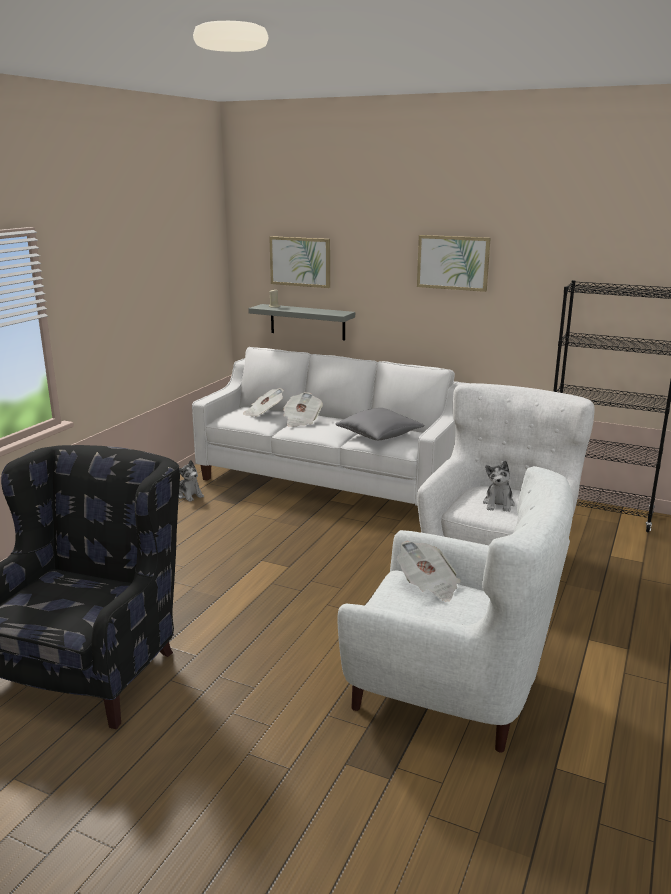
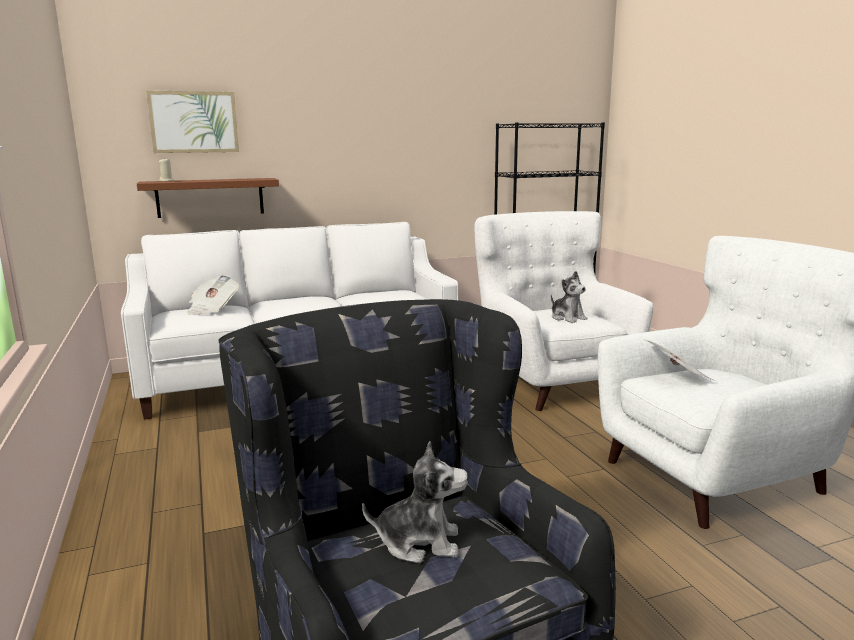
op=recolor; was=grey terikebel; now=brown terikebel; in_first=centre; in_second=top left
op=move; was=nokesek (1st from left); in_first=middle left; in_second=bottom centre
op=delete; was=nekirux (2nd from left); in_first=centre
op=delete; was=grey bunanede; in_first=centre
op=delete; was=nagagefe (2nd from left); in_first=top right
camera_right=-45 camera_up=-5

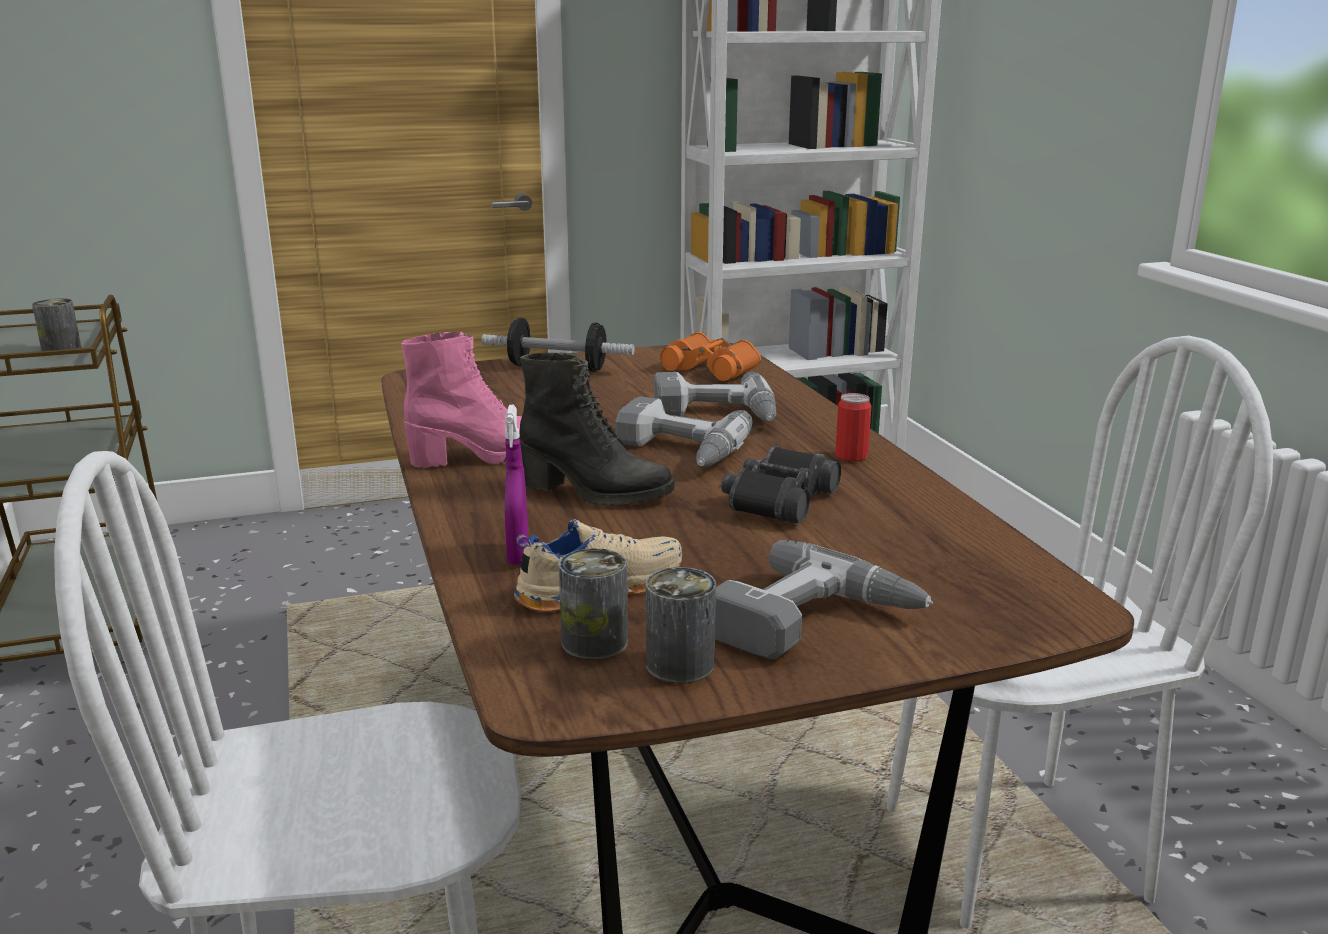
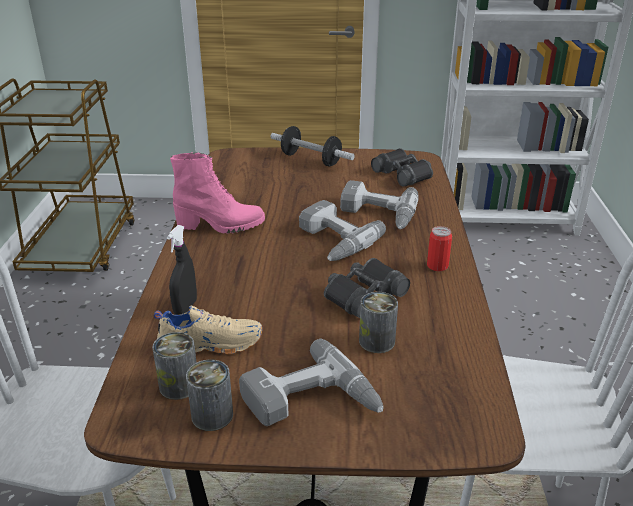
op=recolor; was=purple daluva; now=black daluva; in_first=centre; in_second=middle left
op=move; was=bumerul (1st from left in the first image); now=bumerul (3rd from left); in_first=middle left; in_second=centre
op=recolor; was=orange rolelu; now=black rolelu (2nd from left); in_first=centre; in_second=top centre
op=delete; was=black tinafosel; in_first=centre
camera_right=20 camera_up=10

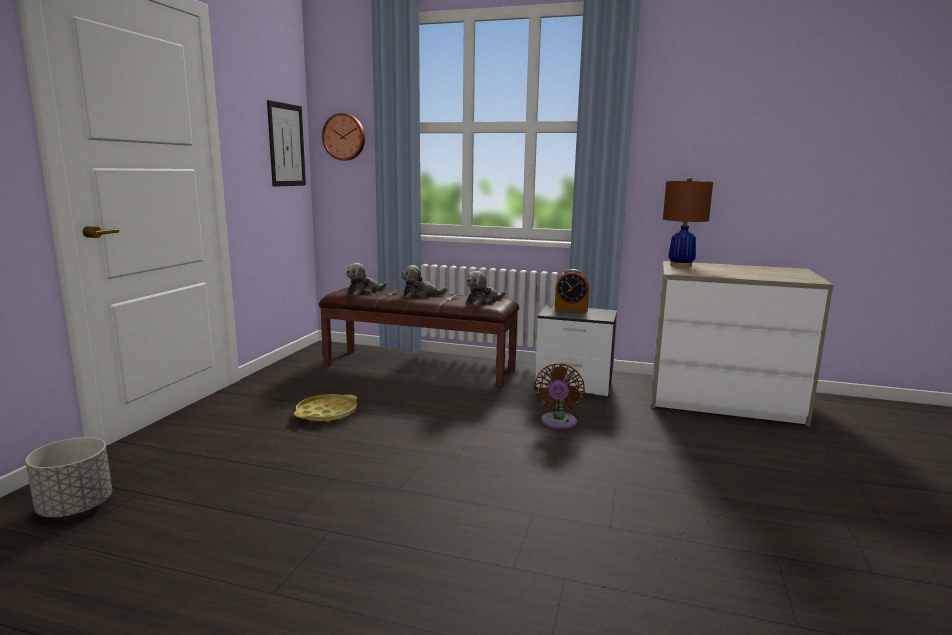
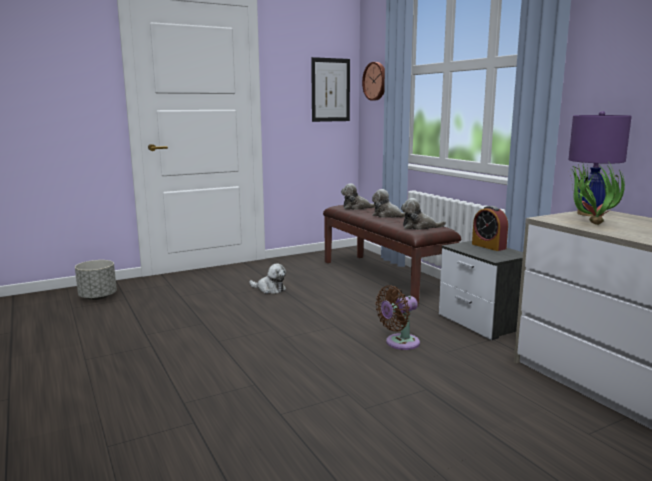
op=replace; was=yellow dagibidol; now=nokesek (1st from left); in_first=centre; in_second=centre
op=recolor; was=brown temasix; now=purple temasix; in_first=middle right; in_second=middle right
op=insert; now=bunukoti; in_second=middle right
camera_right=45 camera_up=0

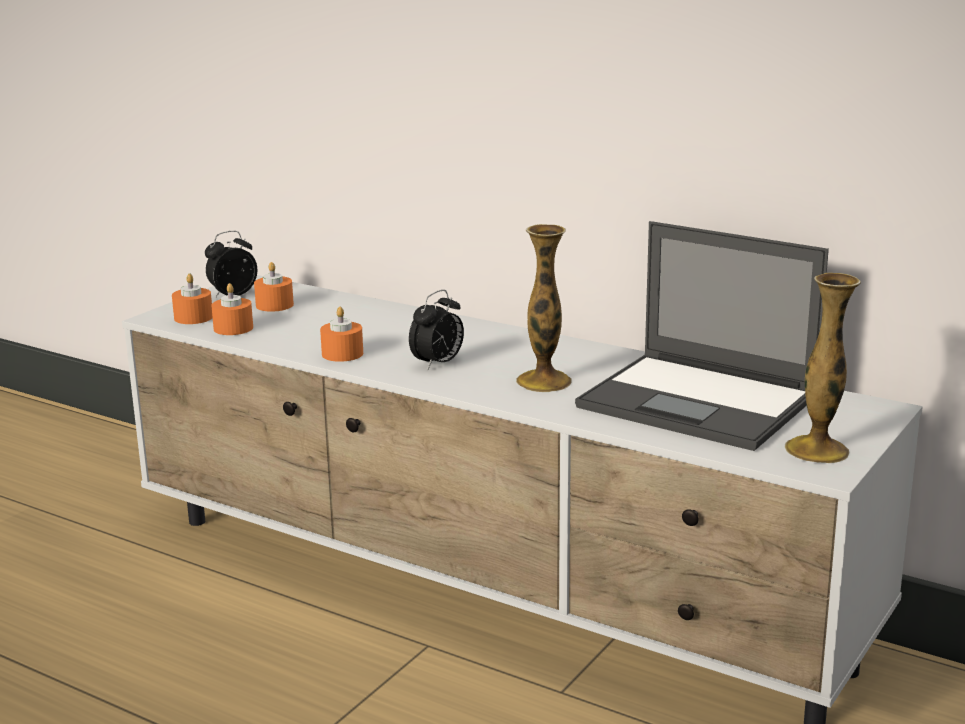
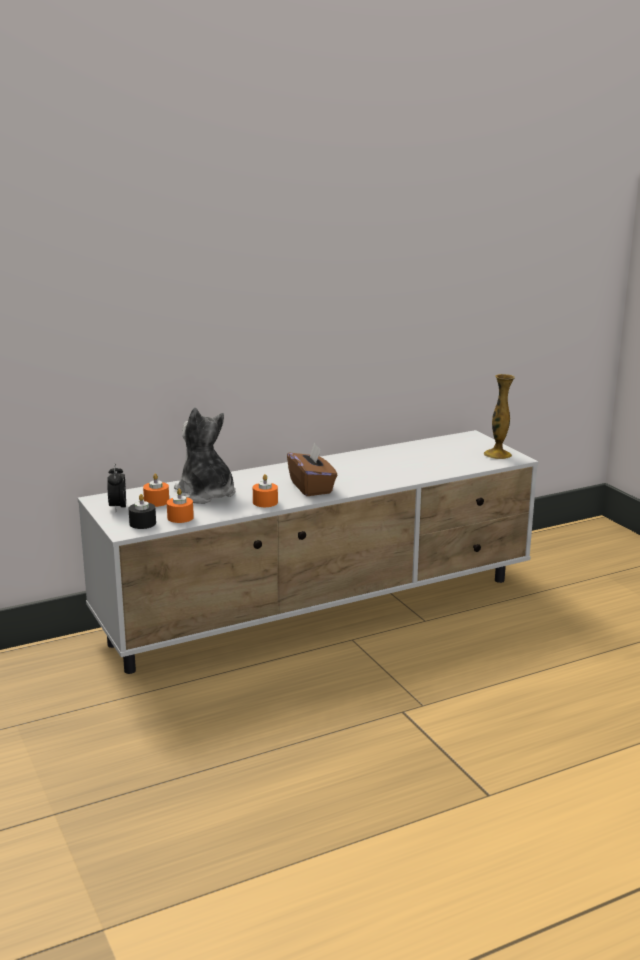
op=recolor; was=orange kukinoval (1st from left); now=black kukinoval; in_first=middle left; in_second=middle left
op=insert; now=nokesek; in_second=middle left
op=replace; was=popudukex (2nd from left); now=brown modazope; in_first=centre; in_second=centre
op=delete; was=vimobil (1st from left); in_first=centre
op=delete; was=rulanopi; in_first=middle right
camera_right=-60 camera_up=0

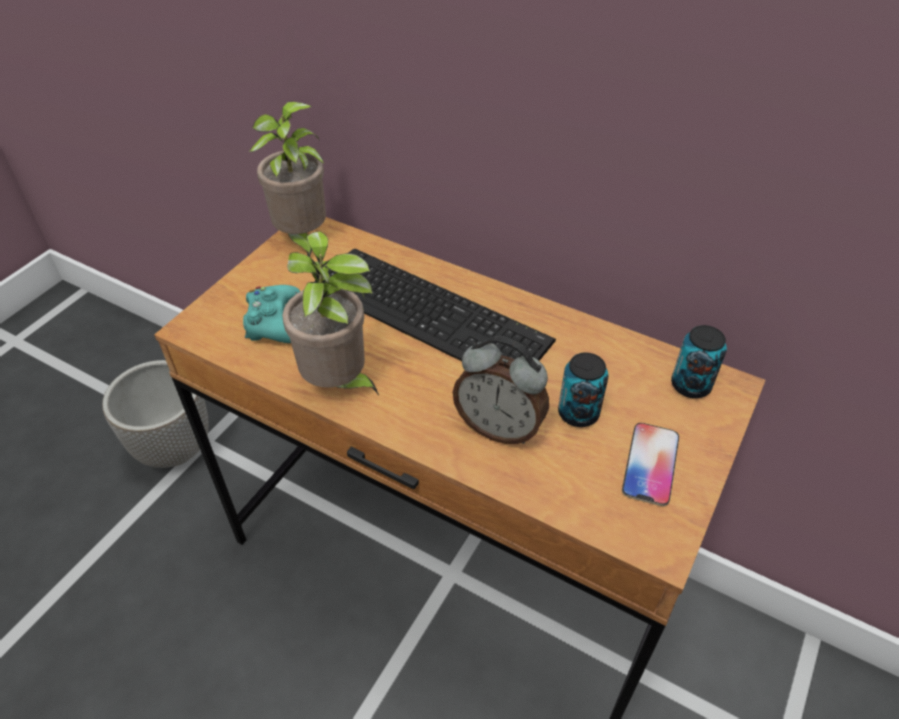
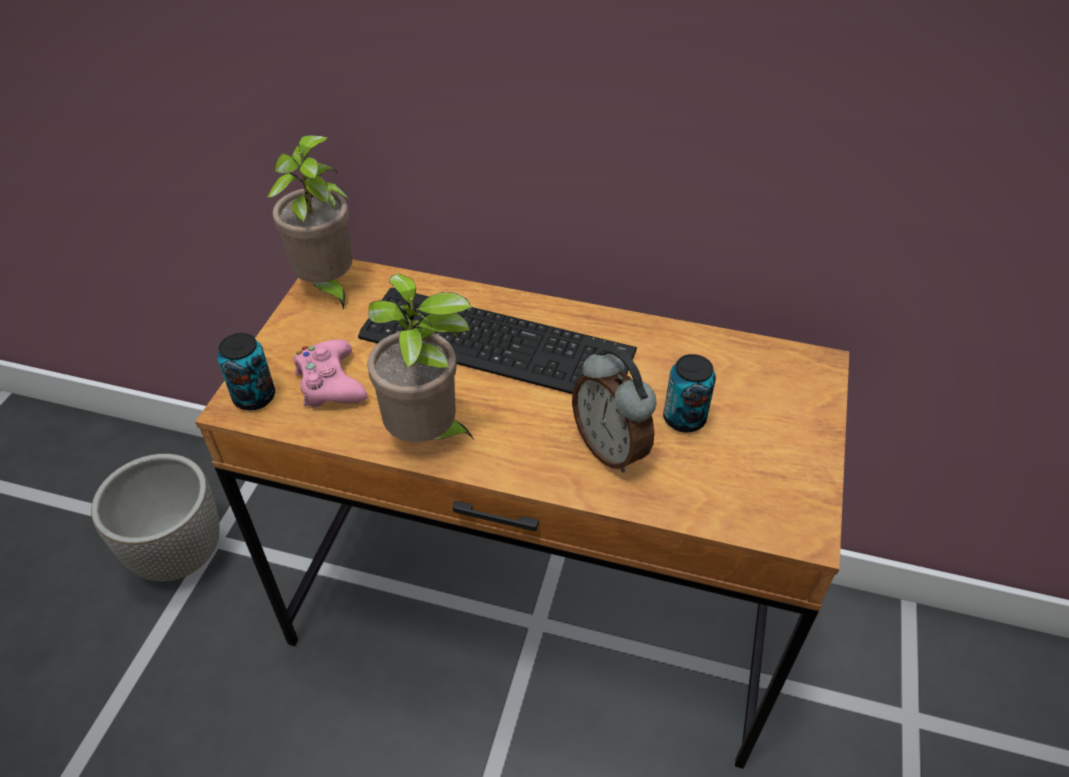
op=move; was=bumerul (2nd from left in the first image); now=bumerul (1st from left); in_first=middle right; in_second=middle left
op=recolor; was=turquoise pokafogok; now=pink pokafogok; in_first=middle left; in_second=middle left
op=rotate; was=popudukex; in_first=centre; in_second=centre; clockwise=45
op=delete; was=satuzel; in_first=middle right
camera_right=-15 camera_up=0

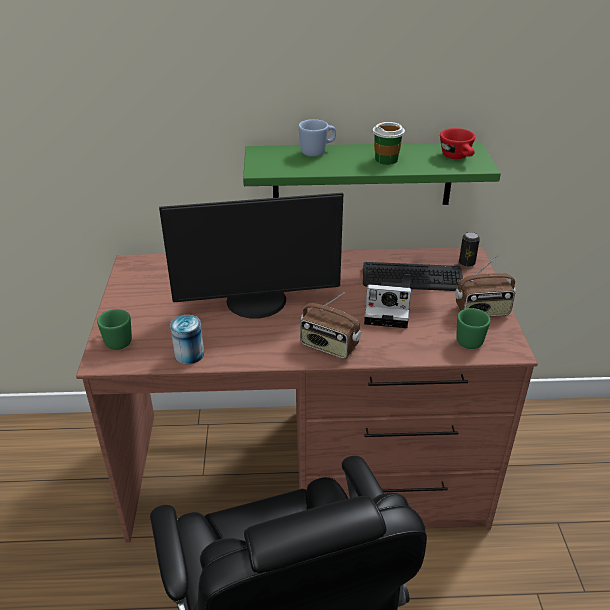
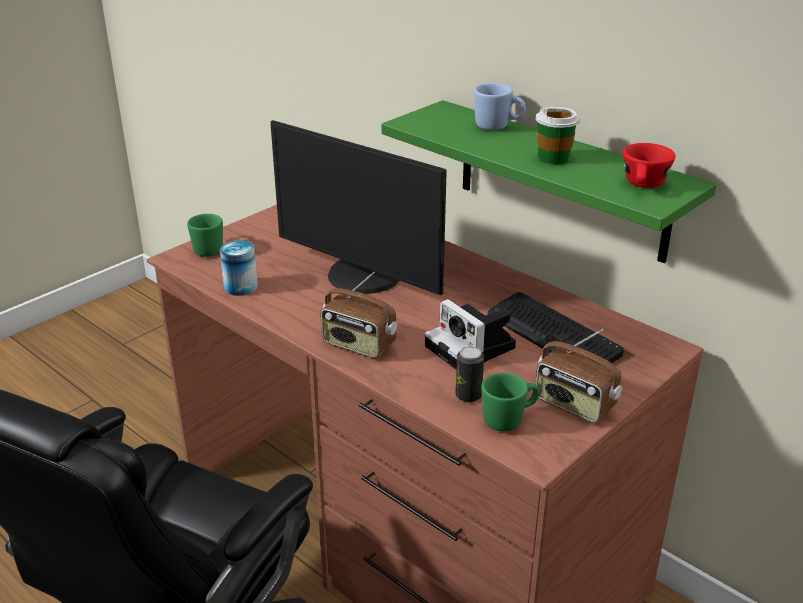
op=rotate; was=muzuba (1st from left); in_first=centre; in_second=centre; clockwise=-45
op=move; was=bumerul (2nd from left); in_first=middle right; in_second=centre
camera_right=45 camera_up=-5

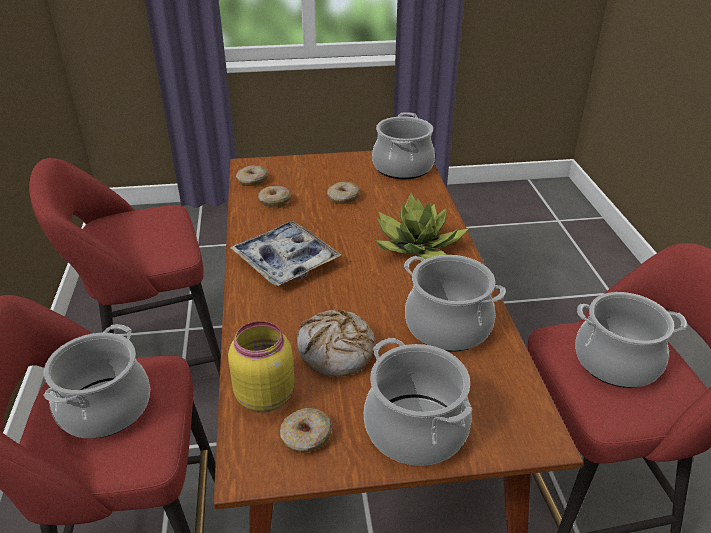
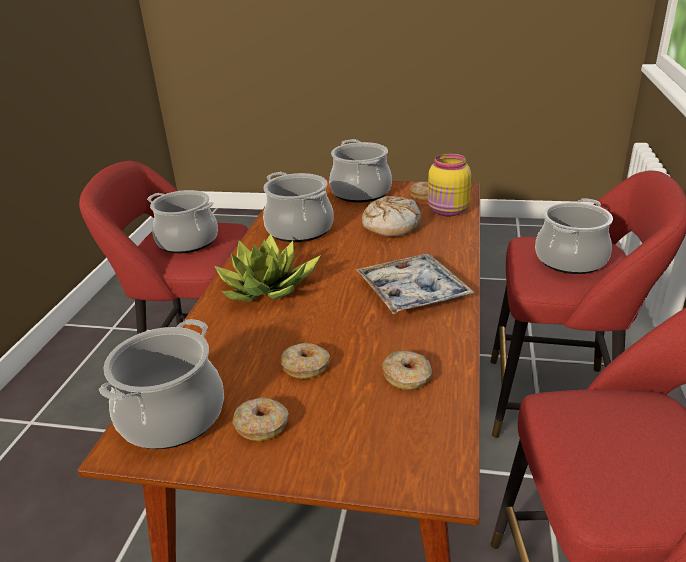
op=move; was=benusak (1st from left); in_first=top centre; in_second=bottom centre
camera_right=-160 camera_up=-5

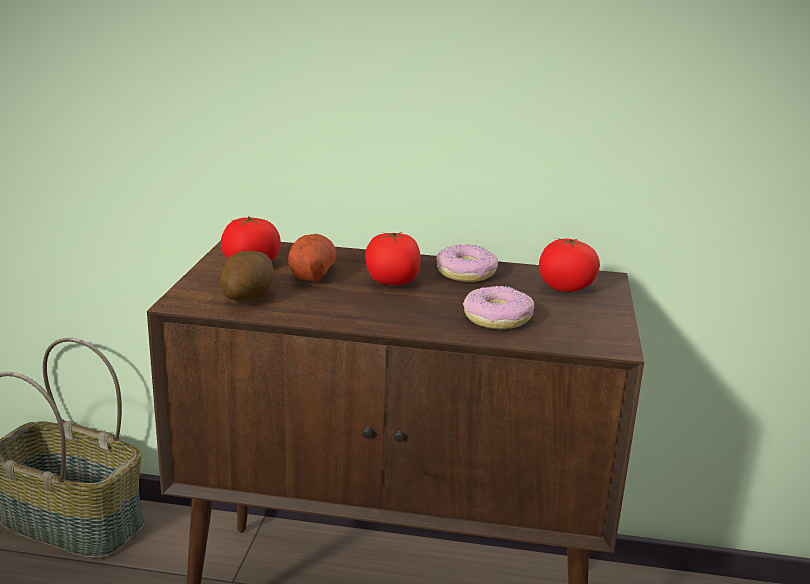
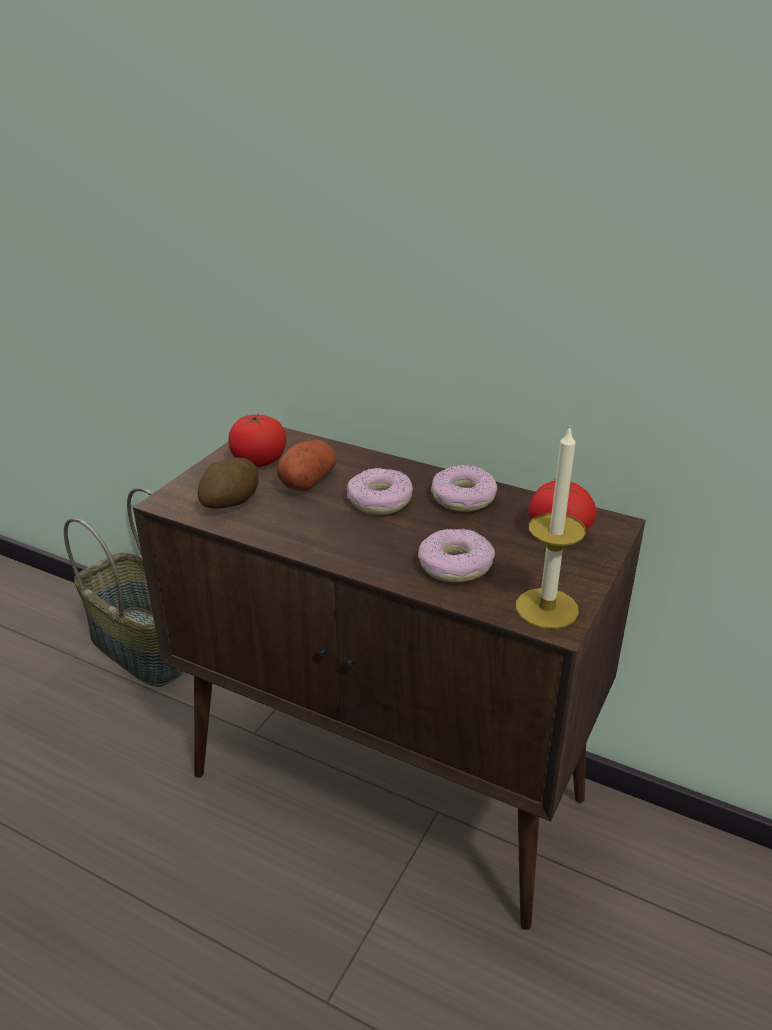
op=replace; was=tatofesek (2nd from left); now=benusak (1st from left); in_first=centre; in_second=centre
op=insert; now=kukinoval; in_second=middle right
camera_right=20 camera_up=10

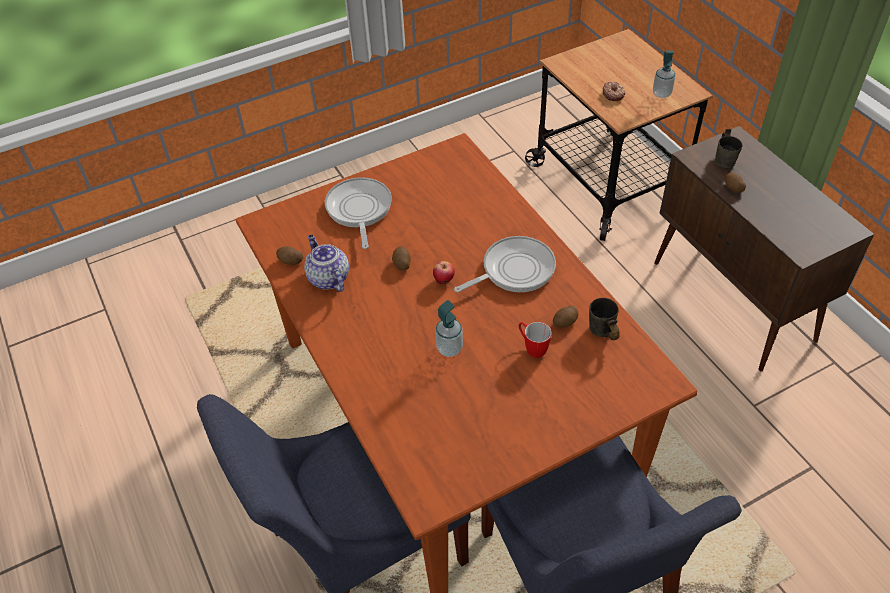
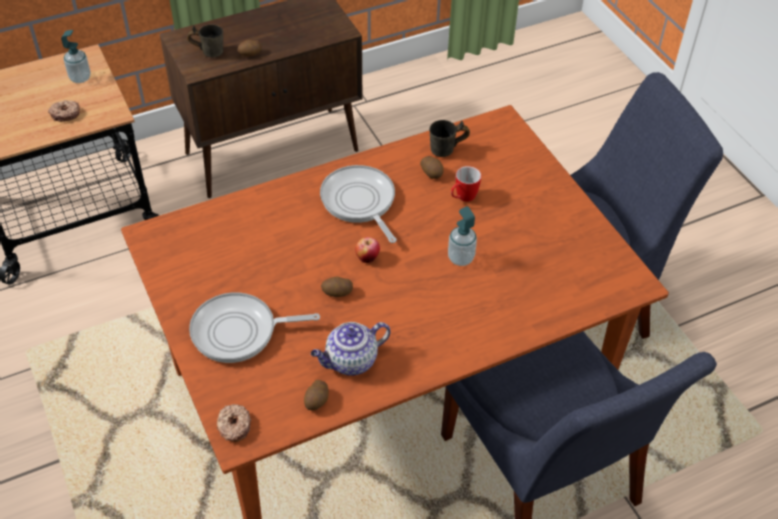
op=insert; now=benusak (2nd from left); in_second=bottom left
camera_right=-90 camera_up=0

